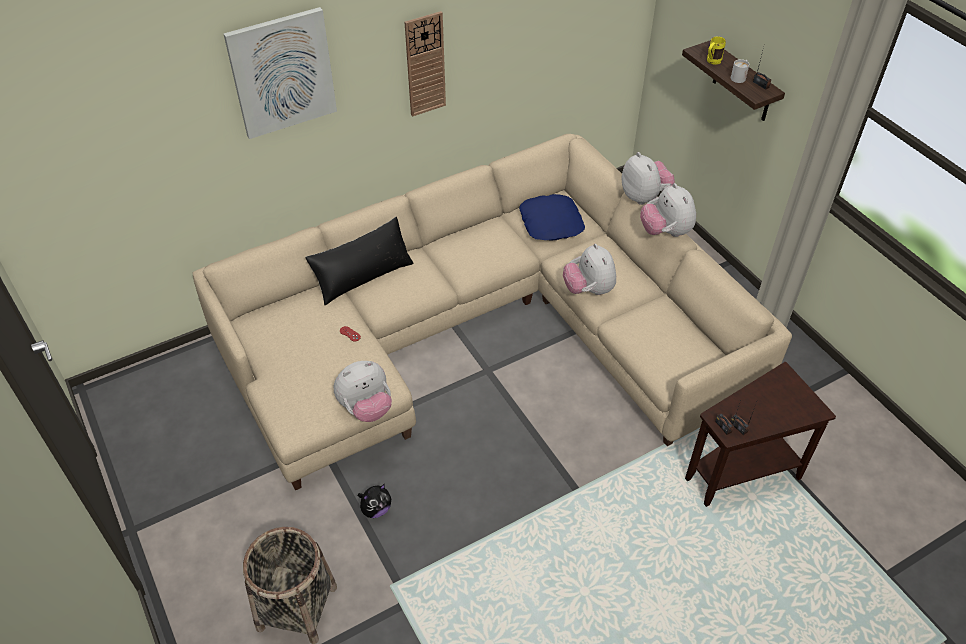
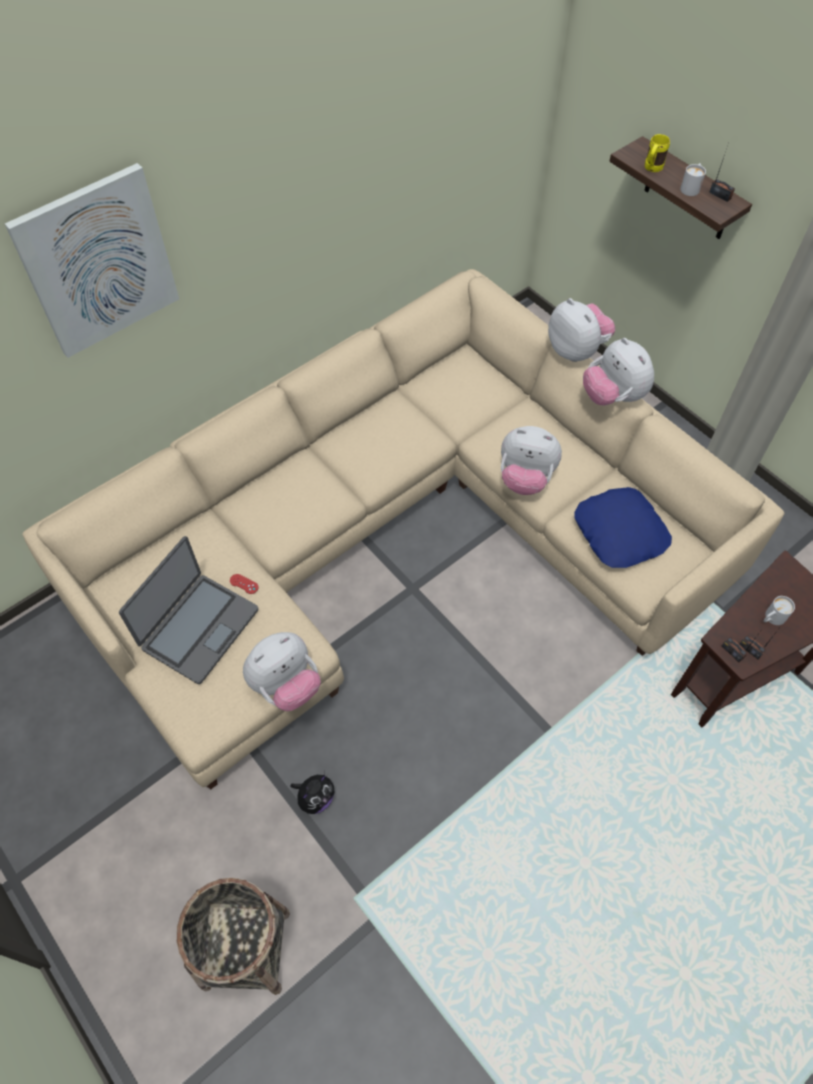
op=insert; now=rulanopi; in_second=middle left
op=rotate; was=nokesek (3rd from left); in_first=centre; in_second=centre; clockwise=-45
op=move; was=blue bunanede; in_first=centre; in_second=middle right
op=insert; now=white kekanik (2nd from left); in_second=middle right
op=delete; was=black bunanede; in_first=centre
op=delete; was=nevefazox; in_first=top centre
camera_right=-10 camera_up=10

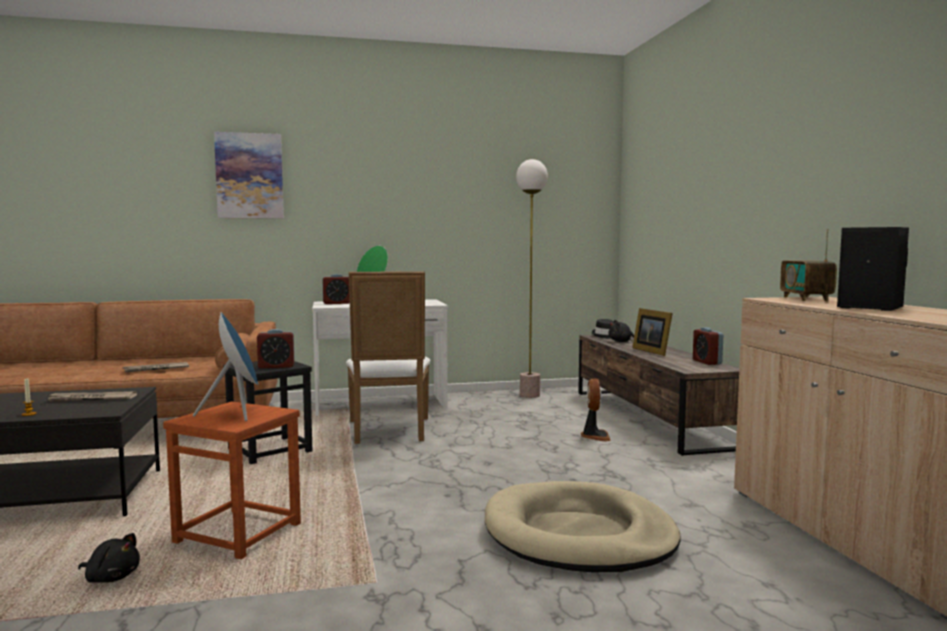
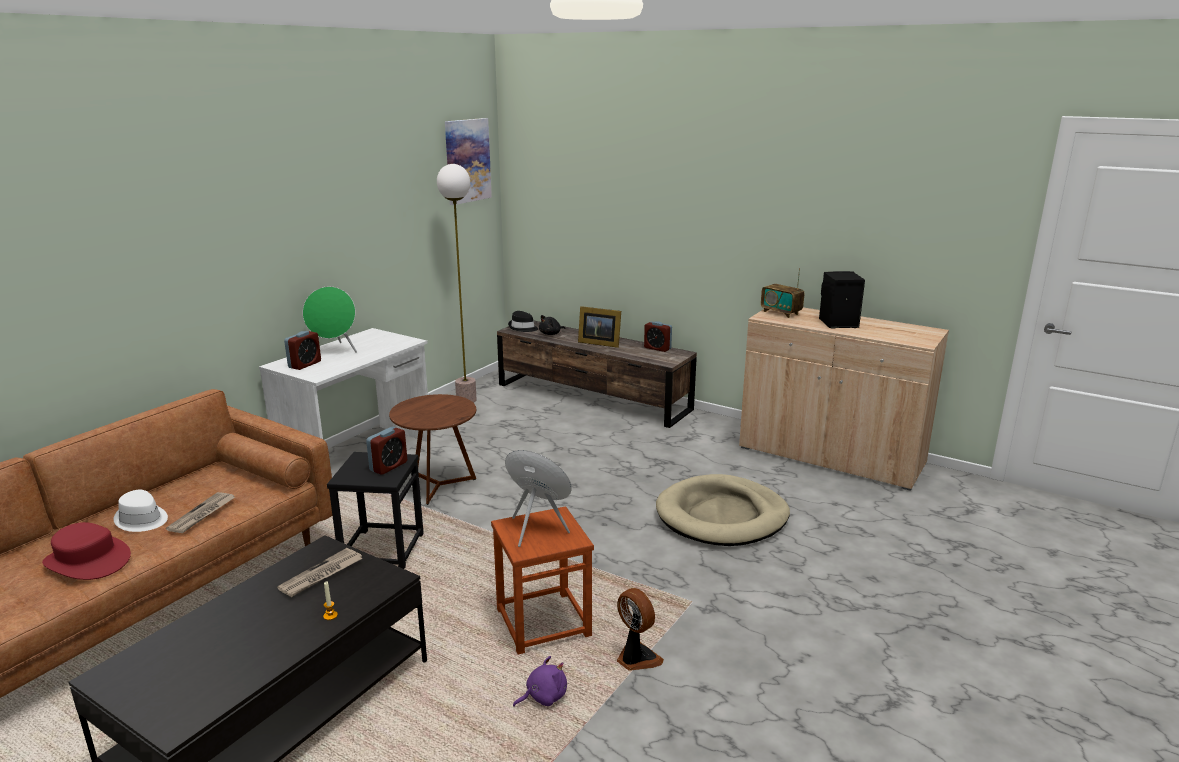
op=insert; now=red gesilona; in_second=bottom left
op=insert; now=white gesilona; in_second=bottom left
op=replace; was=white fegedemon; now=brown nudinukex; in_first=centre; in_second=centre
op=move; was=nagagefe; in_first=top left; in_second=top centre
op=recolor; was=black nokesek (1st from left); now=purple nokesek; in_first=bottom left; in_second=bottom centre
op=move; was=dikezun; in_first=centre; in_second=bottom centre
camera_right=-45 camera_up=15

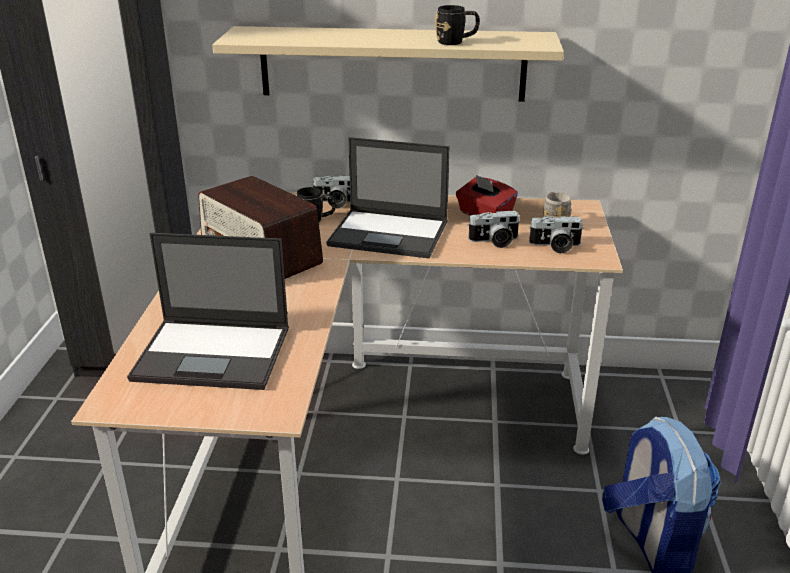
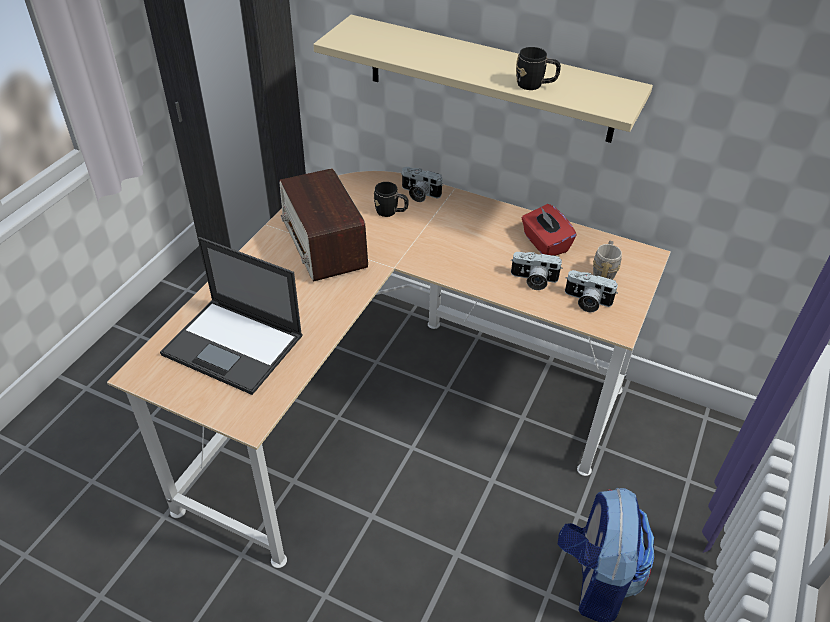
op=delete; was=rulanopi (2nd from left); in_first=centre
camera_right=20 camera_up=15

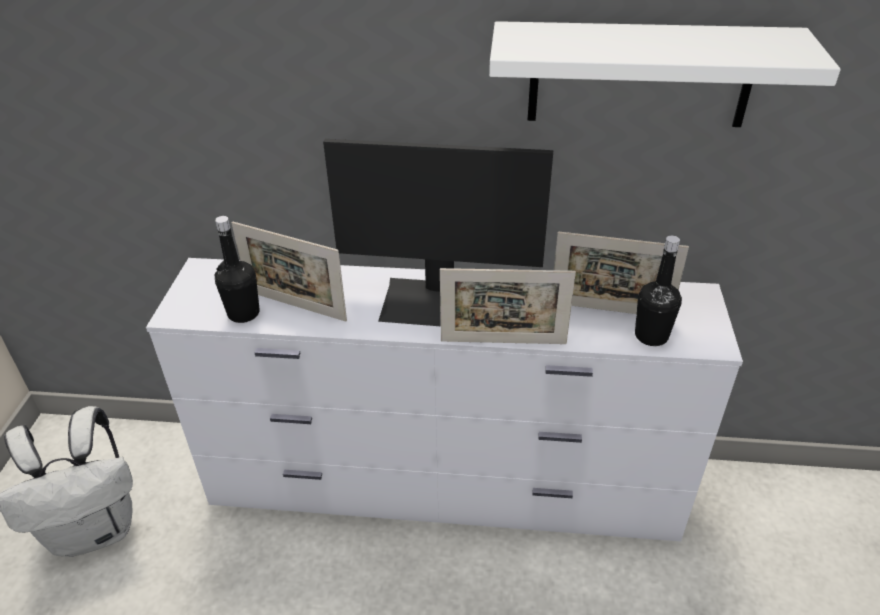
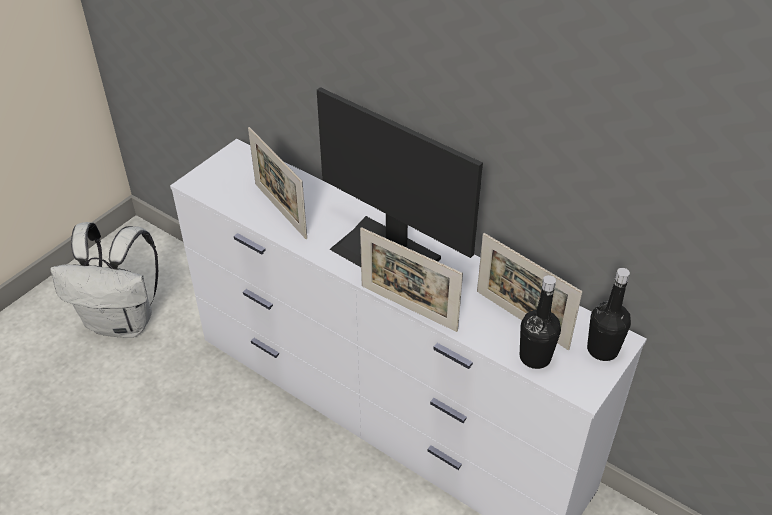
op=move; was=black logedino (1st from left in the first image); now=black logedino (2nd from left); in_first=middle left; in_second=middle right
op=delete; was=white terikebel; in_first=top right
camera_right=30 camera_up=5

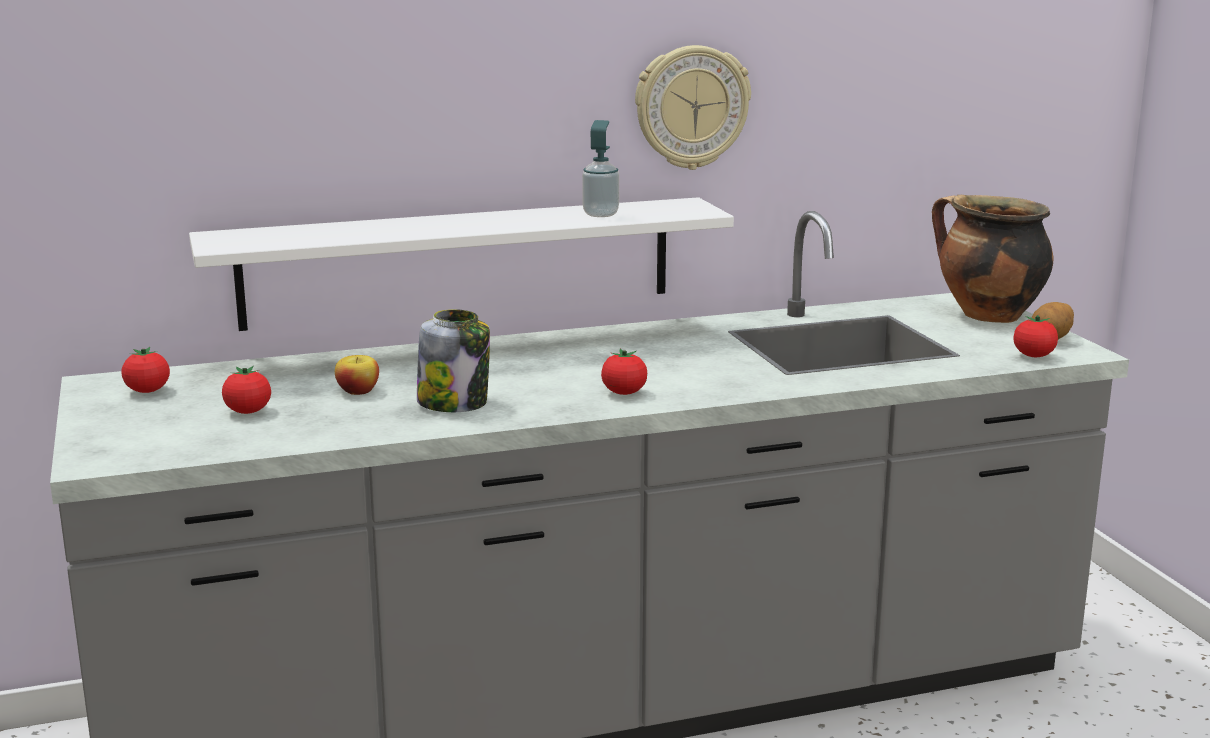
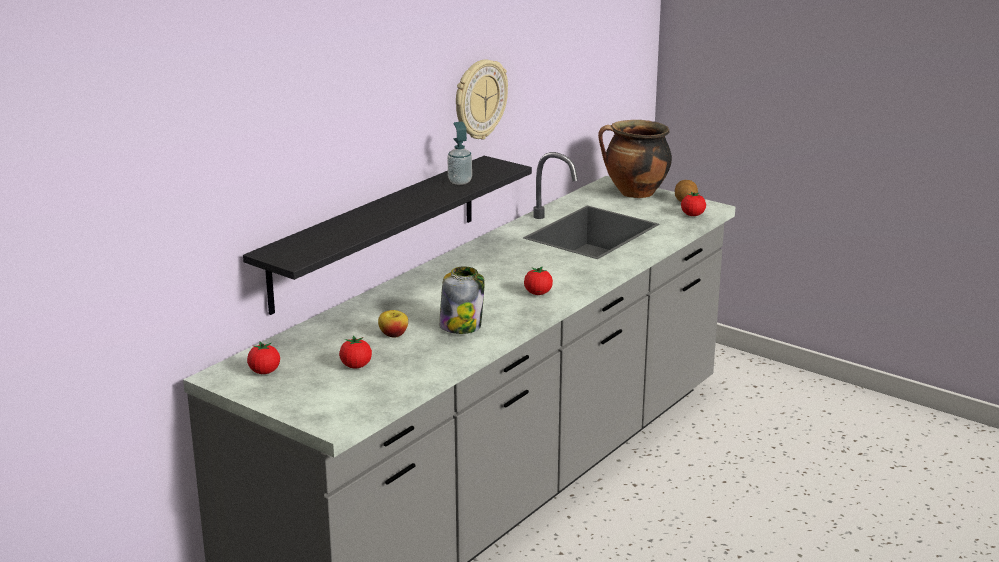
op=recolor; was=white terikebel; now=black terikebel; in_first=centre; in_second=centre
camera_right=-35 camera_up=5

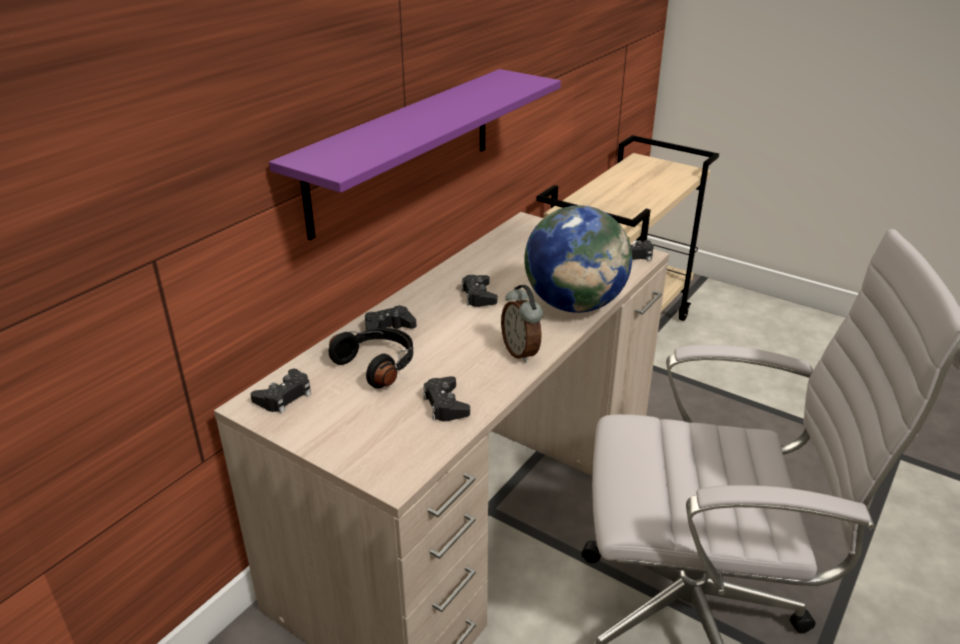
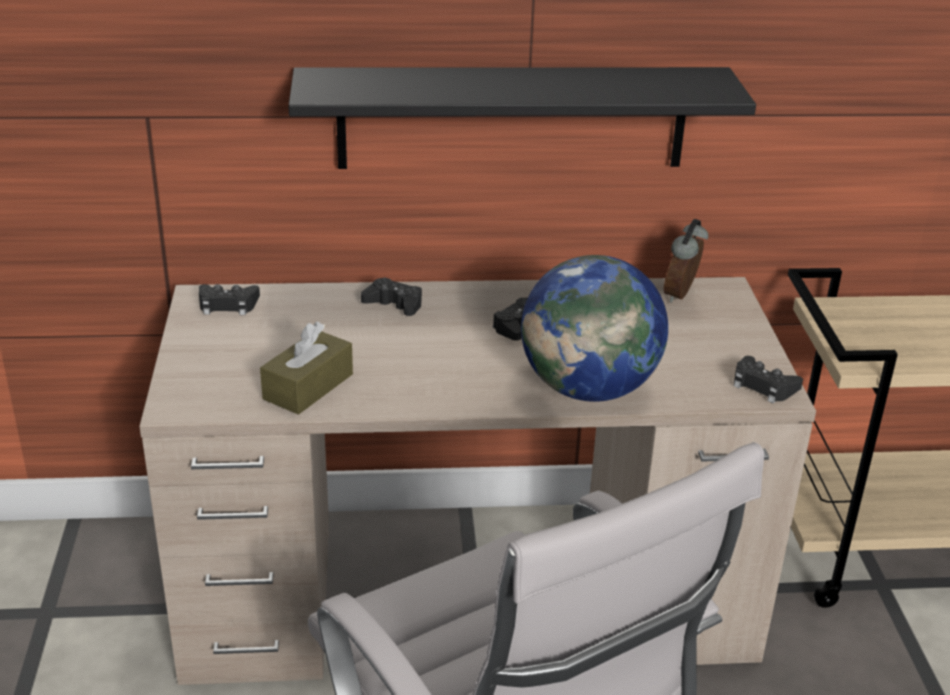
op=replace; was=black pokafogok (3rd from left); now=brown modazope; in_first=centre; in_second=middle left
op=recolor; was=purple terikebel; now=black terikebel; in_first=top centre; in_second=top centre
op=move; was=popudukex; in_first=centre; in_second=middle right
op=delete; was=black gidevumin; in_first=centre
camera_right=50 camera_up=0

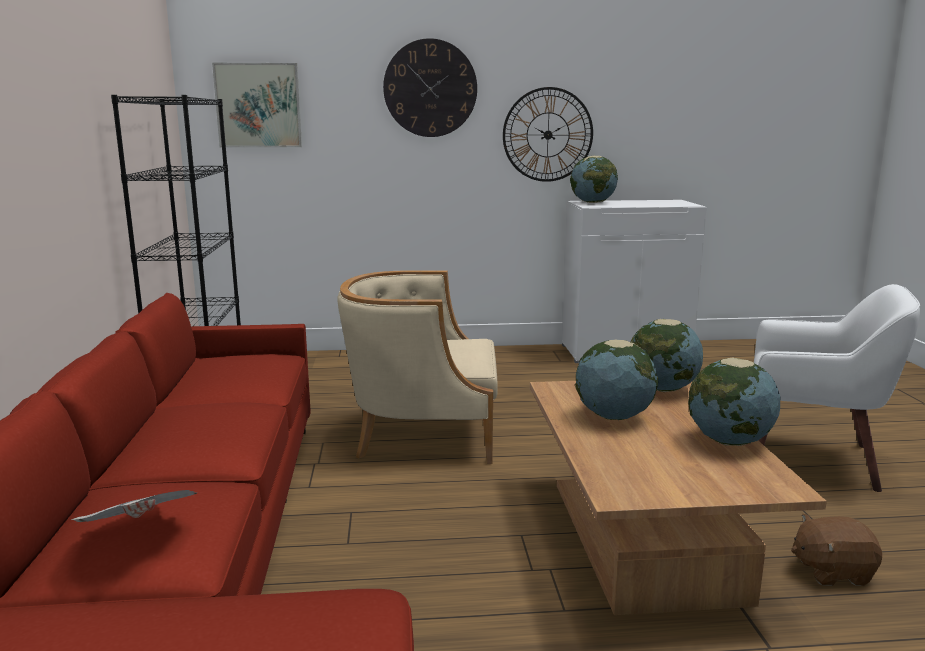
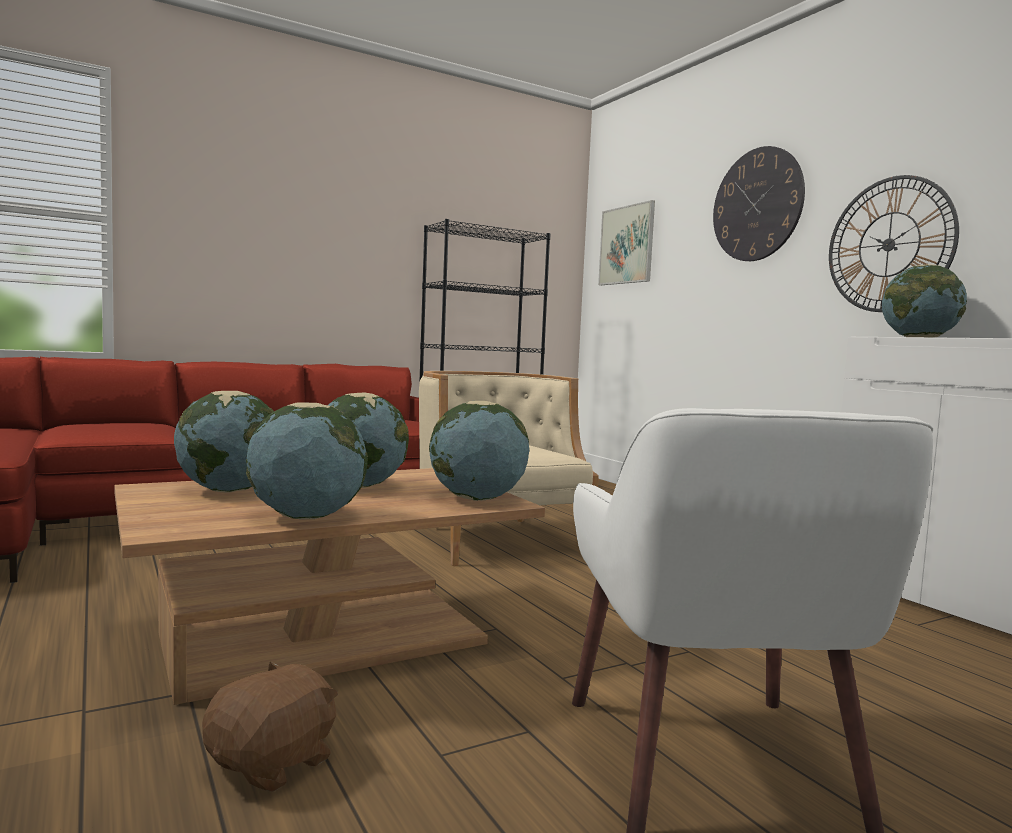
op=insert; now=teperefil (1st from left); in_second=middle left
op=rotate; was=brown nokesek; in_first=bottom right; in_second=bottom left; clockwise=60
op=delete; was=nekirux; in_first=bottom left
camera_right=65 camera_up=-10

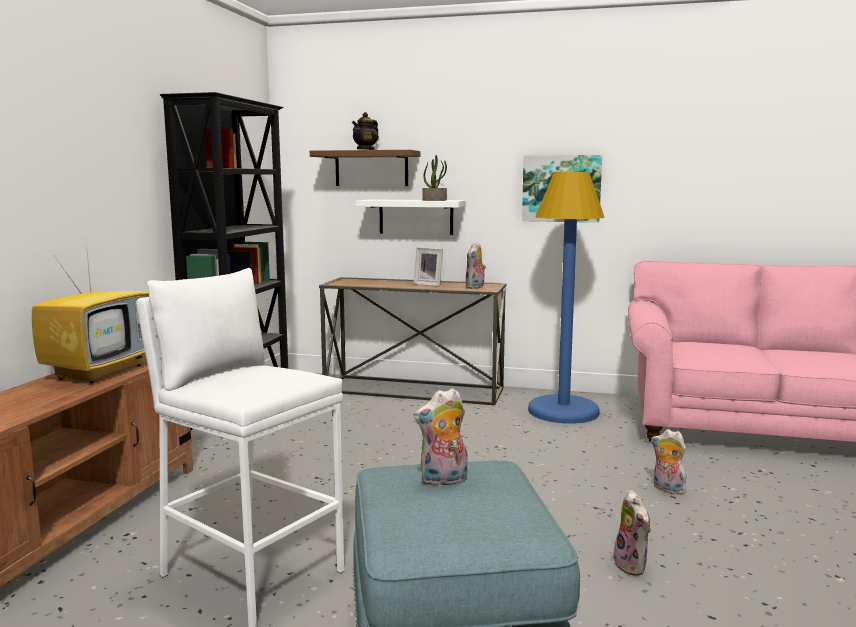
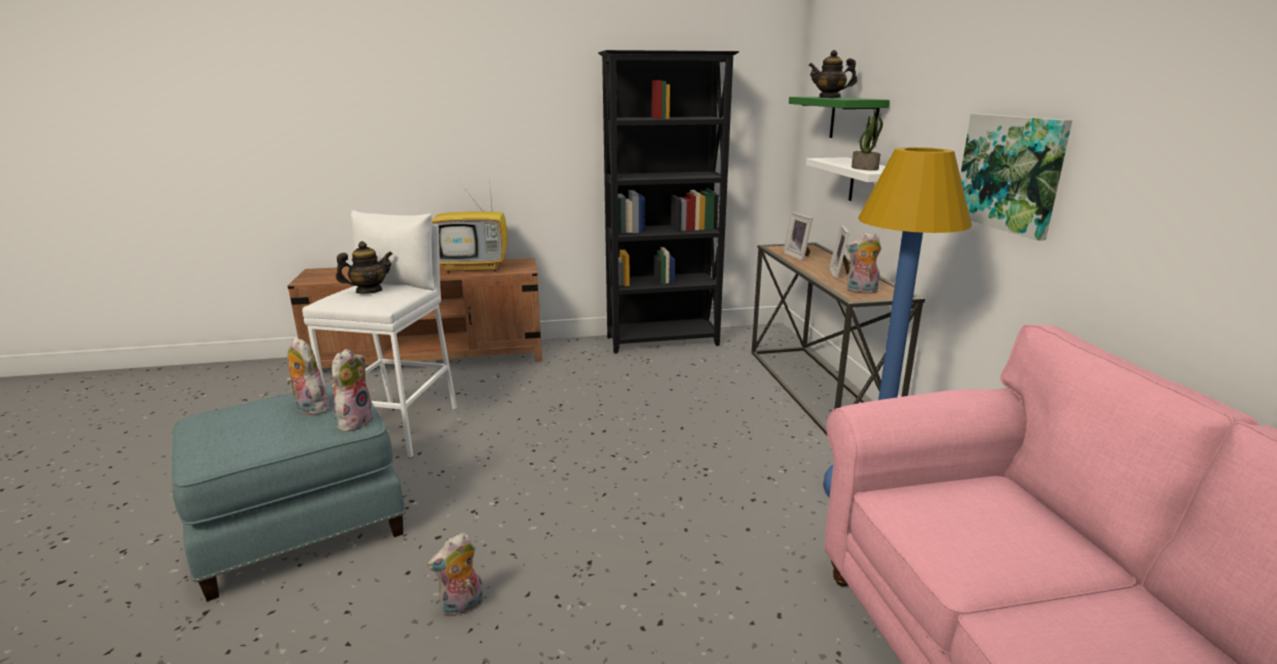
op=move; was=nokesek (4th from left in the first image); now=nokesek (2nd from left); in_first=bottom right; in_second=middle left
op=insert; now=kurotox (1st from left); in_second=middle left
op=insert; now=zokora (1st from left); in_second=centre
op=recolor; was=brown terikebel; now=green terikebel; in_first=top centre; in_second=top centre
camera_right=65 camera_up=10

